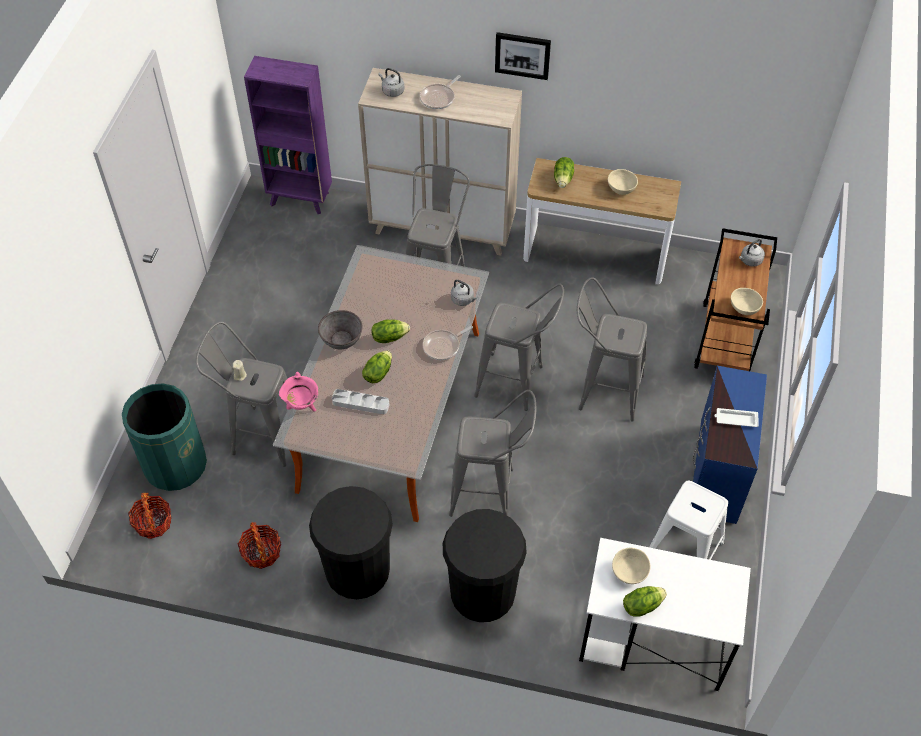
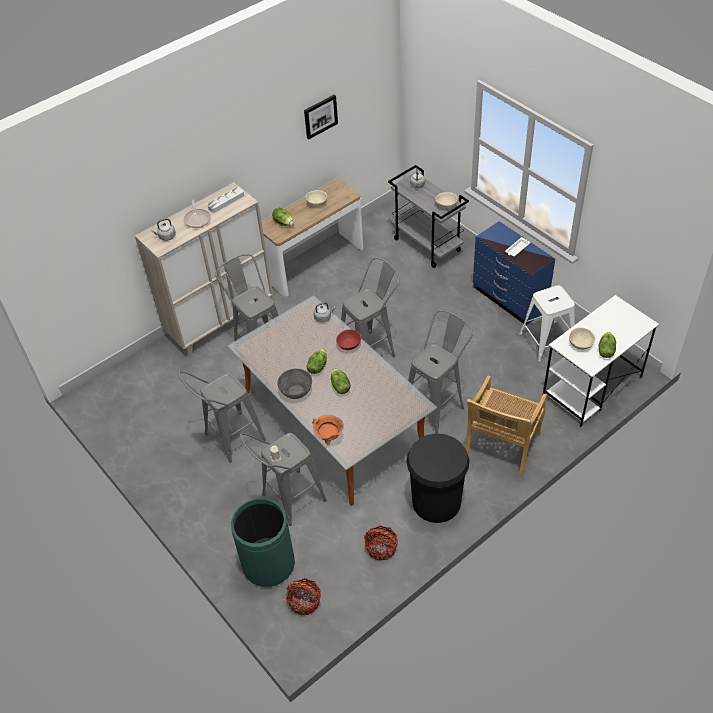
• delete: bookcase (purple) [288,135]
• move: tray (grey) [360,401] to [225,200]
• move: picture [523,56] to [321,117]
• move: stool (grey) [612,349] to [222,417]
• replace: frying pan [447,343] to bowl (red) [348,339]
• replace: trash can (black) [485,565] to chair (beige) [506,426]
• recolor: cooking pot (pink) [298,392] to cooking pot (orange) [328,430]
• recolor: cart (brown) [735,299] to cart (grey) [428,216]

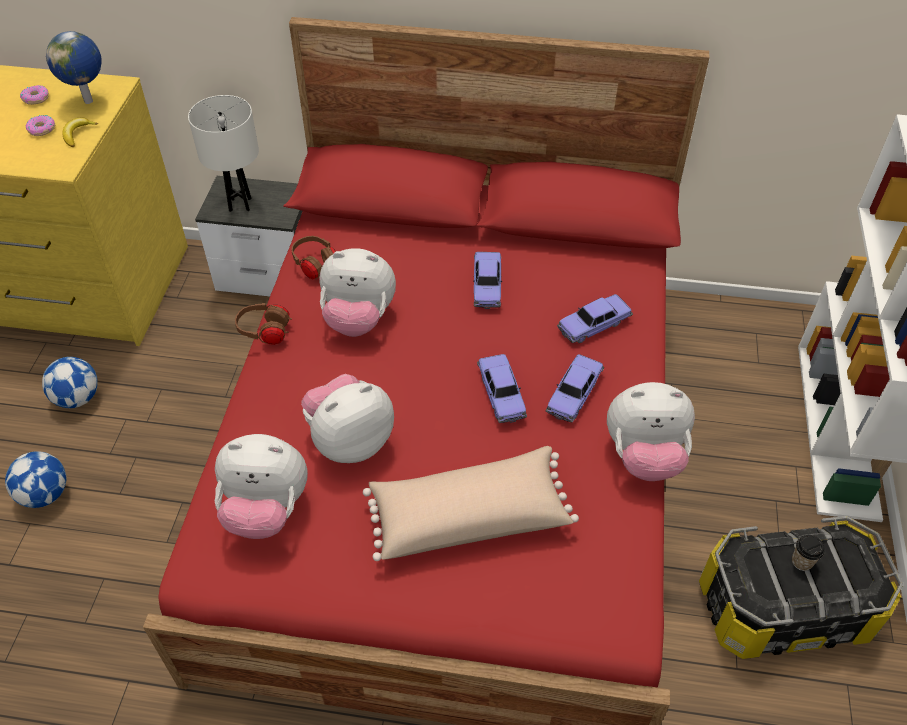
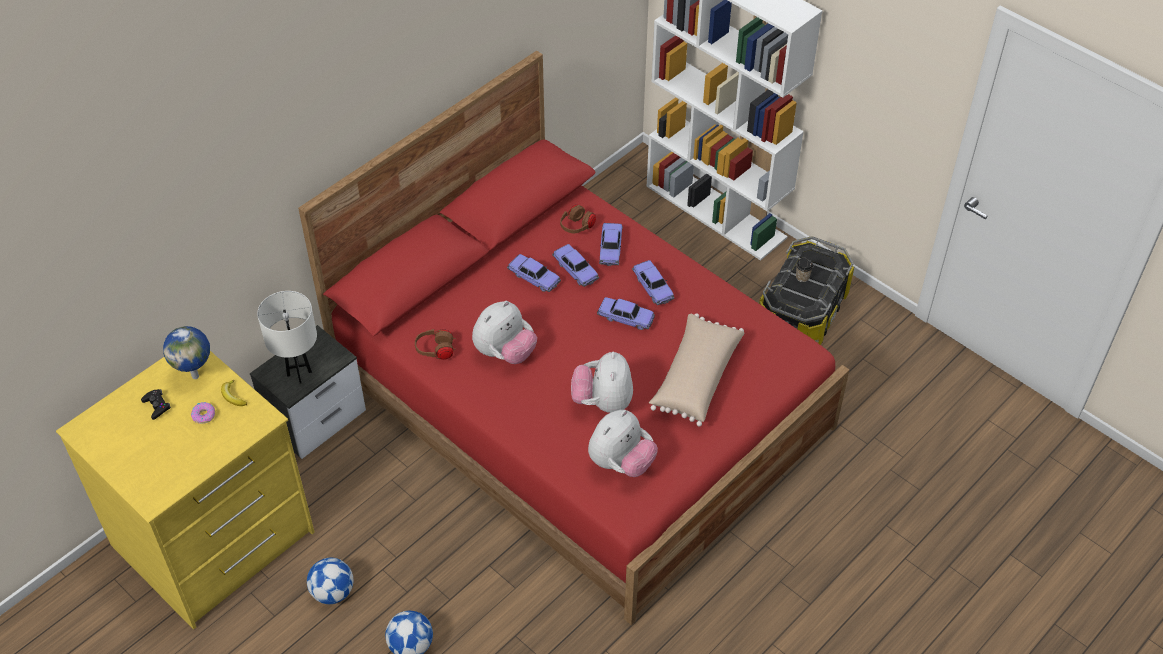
• delete: plush toy [651,431]
• insert: toy car [575,265]
• move: headphones (brown) [263,324] to [578,219]
• replace: donut [34,95] to game controller (black) [156,404]

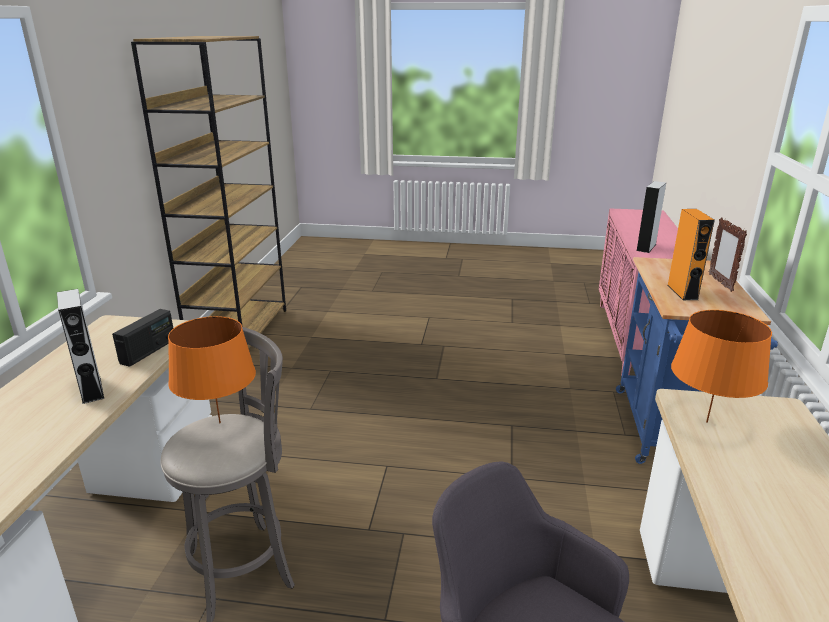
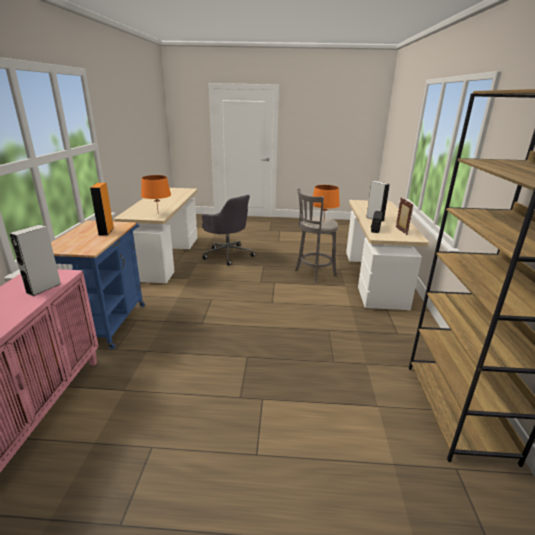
• move: picture frame [728,255] to [404,216]

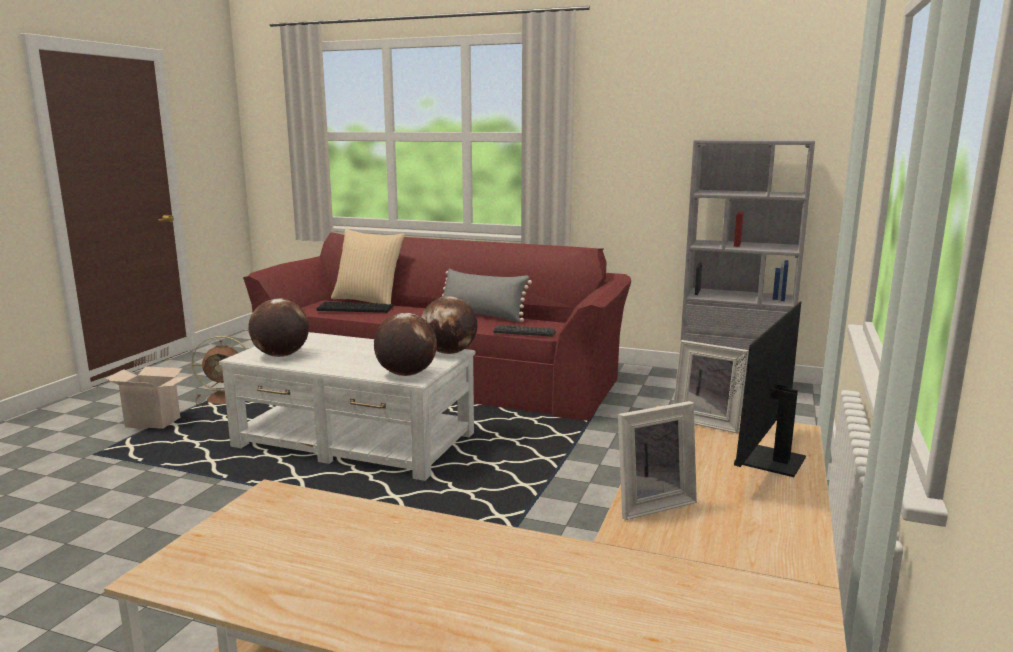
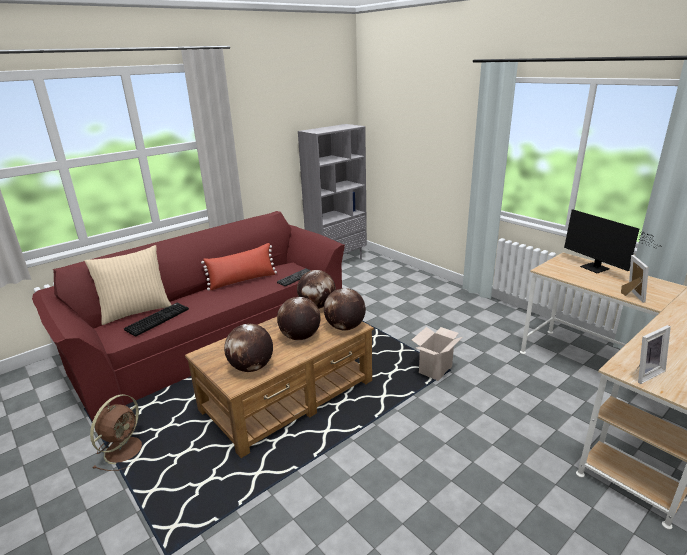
• insert: globe [298,318]
• move: cardboard box [147,397] to [437,354]
• move: picture frame [711,386] to [653,354]
• recolor: coffee table (white) [347,406] to coffee table (brown) [279,382]
• recolor: pillow (grey) [487,295] to pillow (red) [239,267]

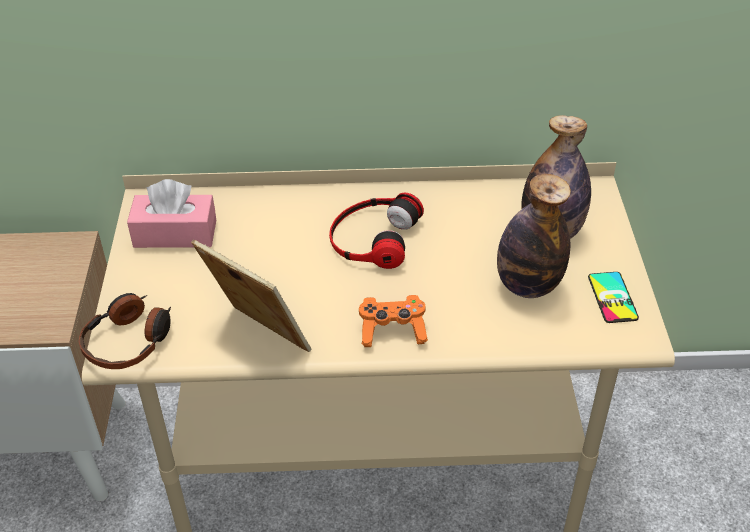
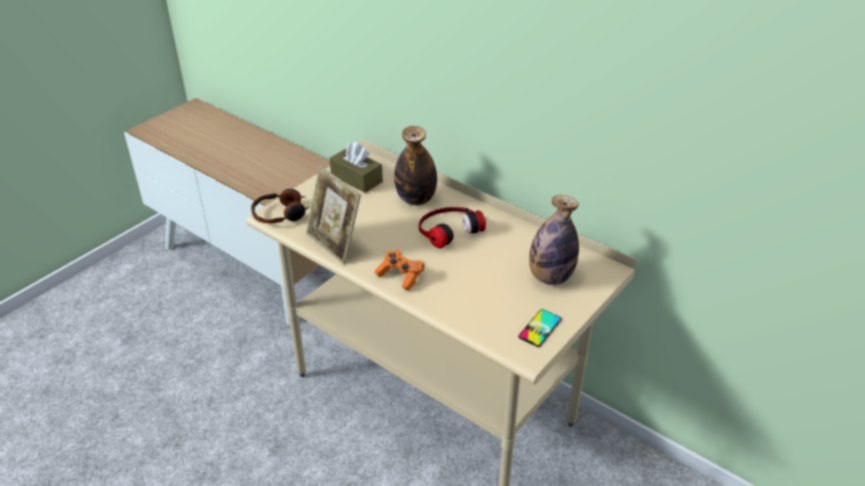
• move: bottle [534,236] to [415,165]
• recolor: tissue box (pink) [171,213] to tissue box (brown) [356,167]
• rotate: picture frame [251,295] = [333,215] 150 degrees clockwise

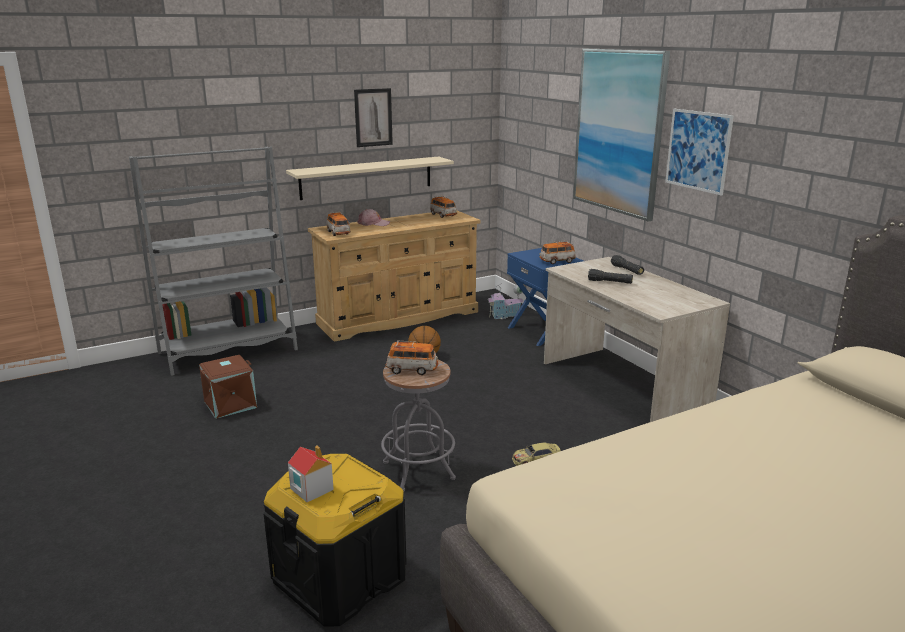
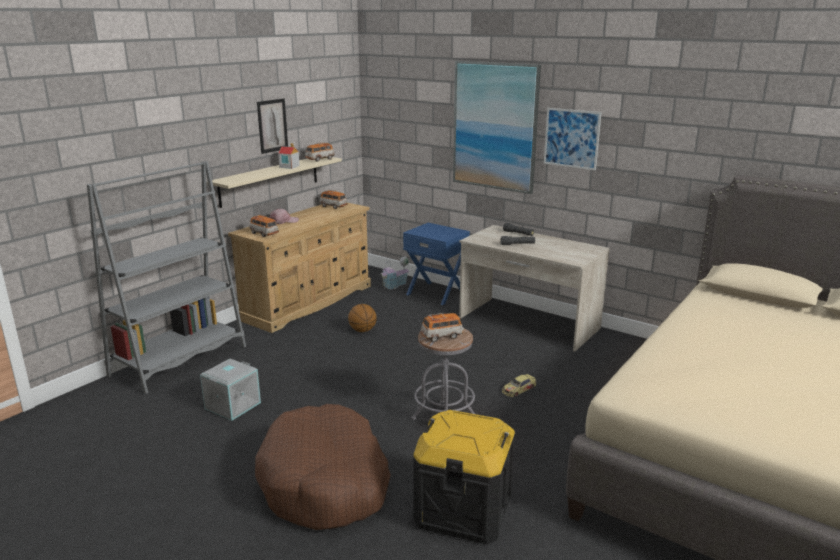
• insert: dog bed (brown) [323,467]
• move: toy house [311,474] to [289,156]
• move: toy car [557,252] to [320,152]
• recolor: storage box (brown) [228,387] to storage box (grey) [230,390]

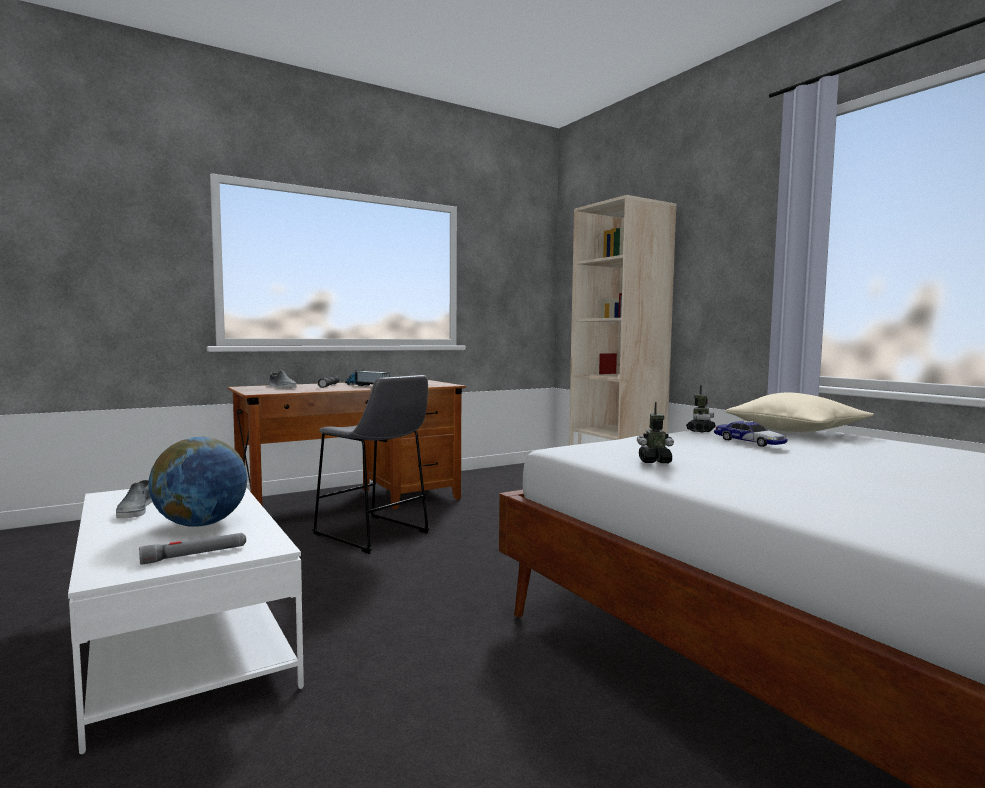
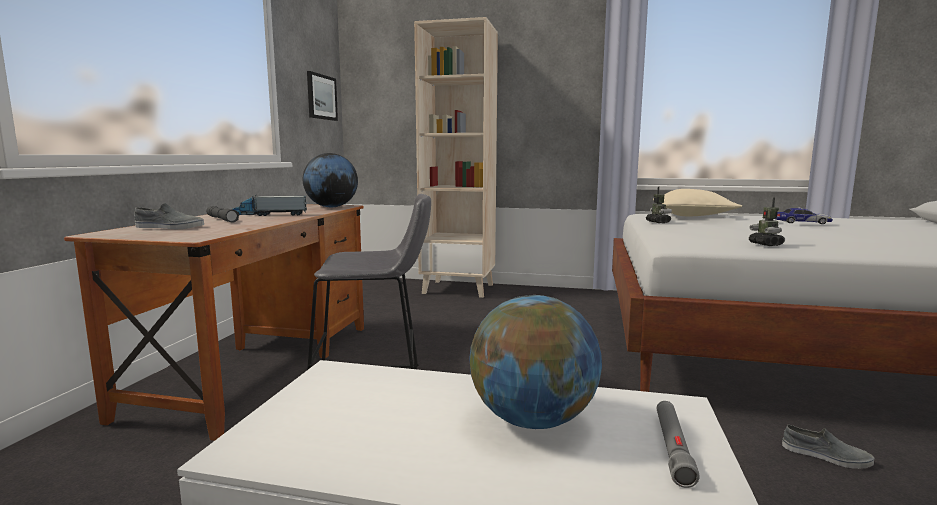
• insert: globe [330,180]
• insert: picture [322,96]
• move: shoe (grey) [134,499] to [828,447]
• move: toy car [751,434] to [804,215]
• rotate: toy robot [655,432] = [767,221] 60 degrees counterclockwise

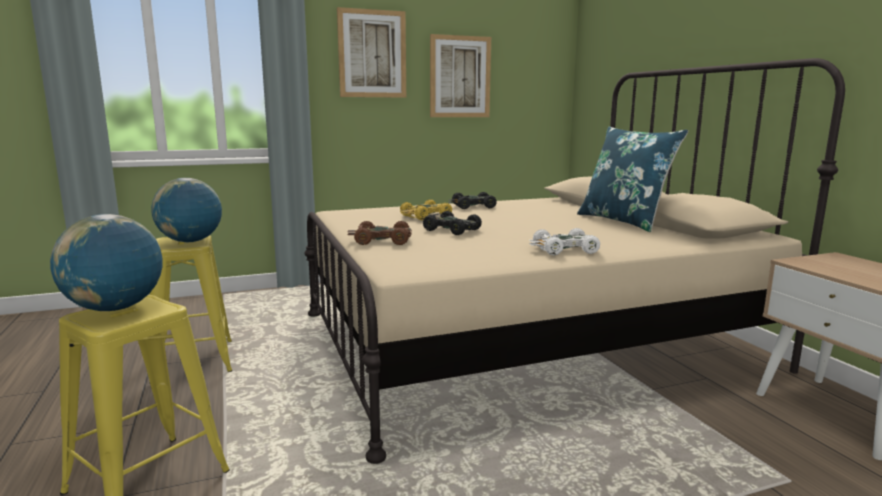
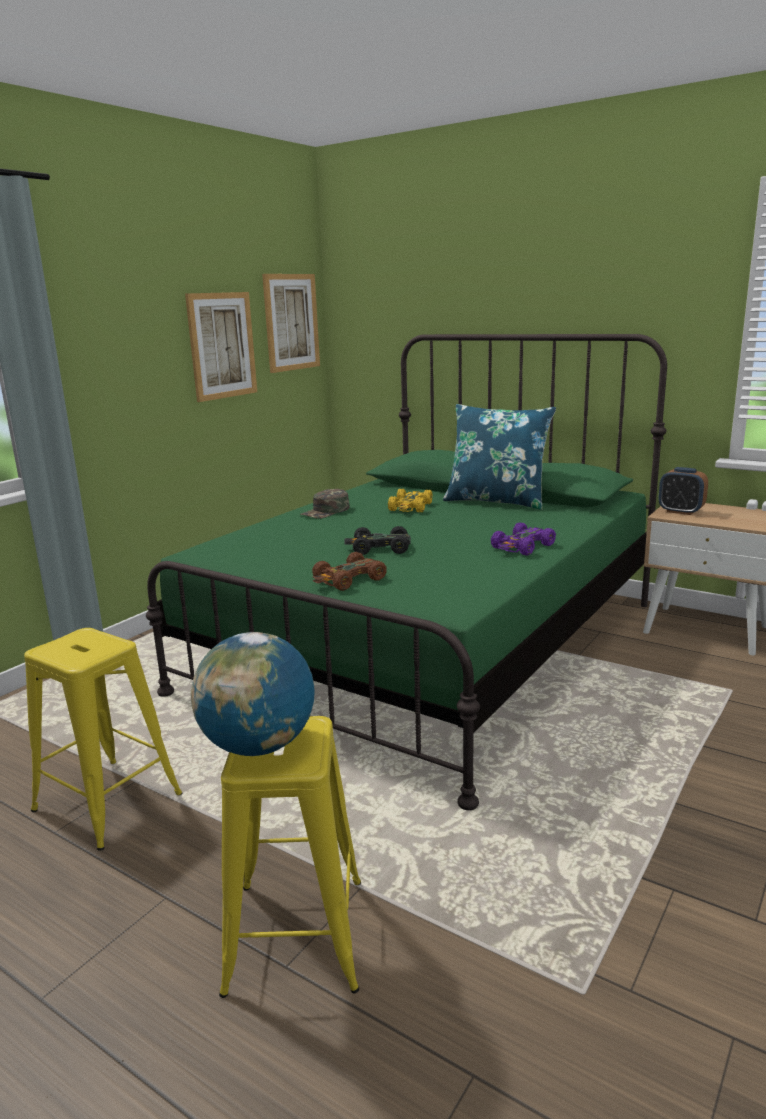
• delete: globe [186,210]
• insert: alarm clock [683,491]
• move: picture [371,52] to [291,323]
• move: toy car (yellow) [426,209] to [410,500]
• replace: toy car (black) [472,200] to cap (green) [324,504]
• recolor: bed (beige) [574,261] to bed (green) [406,572]
• recolor: toy car (white) [564,241] to toy car (purple) [523,539]

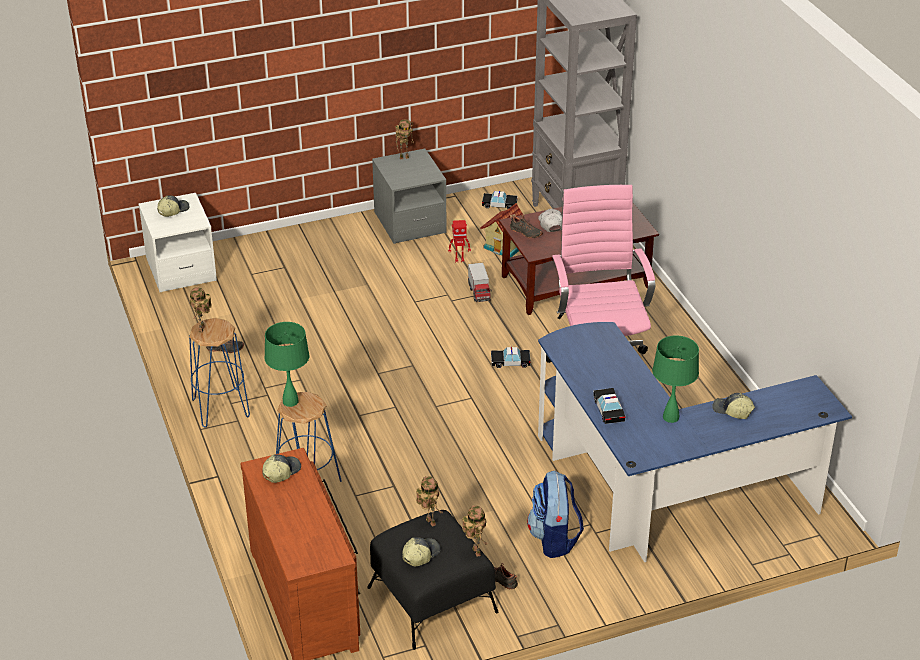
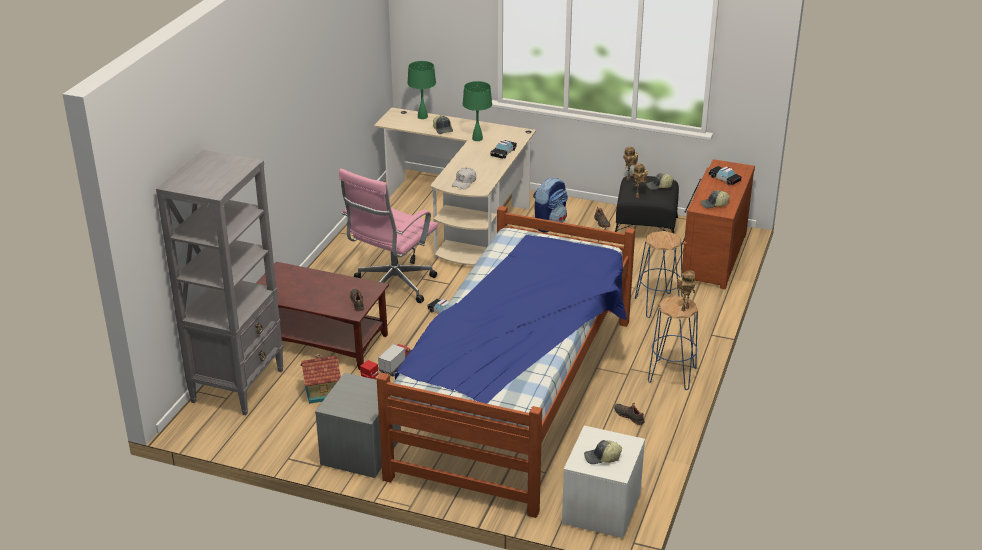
• delete: toy robot [404,139]
• insert: bed [506,362]
• move: table lamp (green) [286,364] to [421,90]
• move: toy car [500,200] to [725,175]
• move: cap (white) [550,220] to [464,178]
• recolor: desk (blue) [695,442] to desk (beige) [455,186]

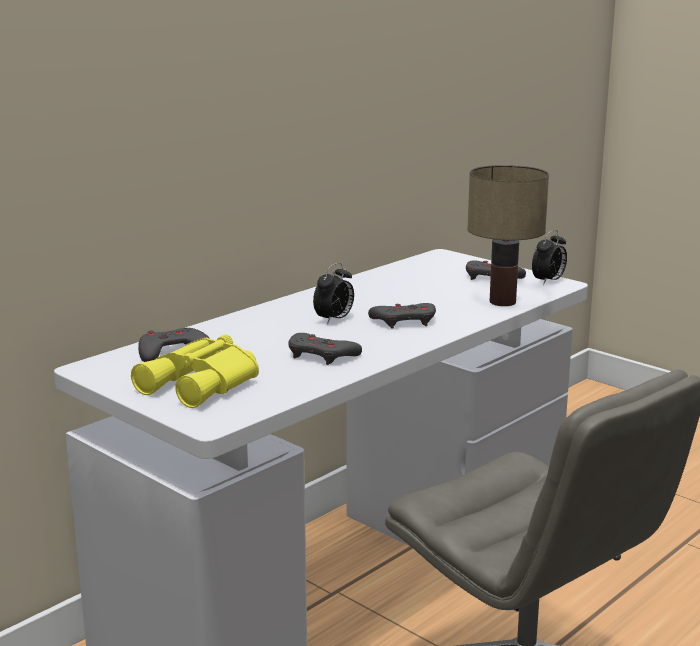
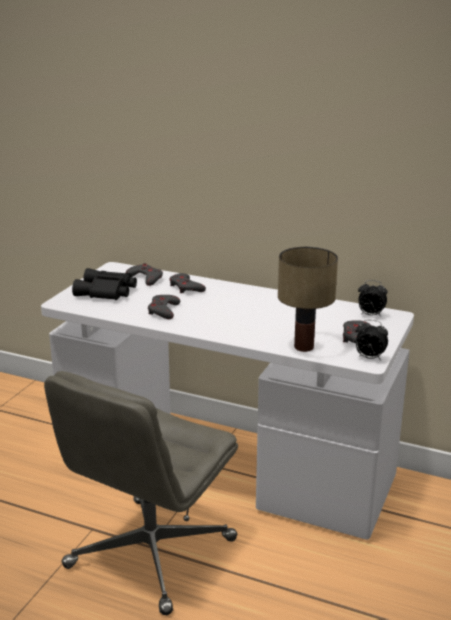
• move: alarm clock [333,294] to [372,298]
• move: game controller (grey) [402,315] to [187,283]
• recolor: binoculars (yellow) [195,371] to binoculars (black) [104,284]

